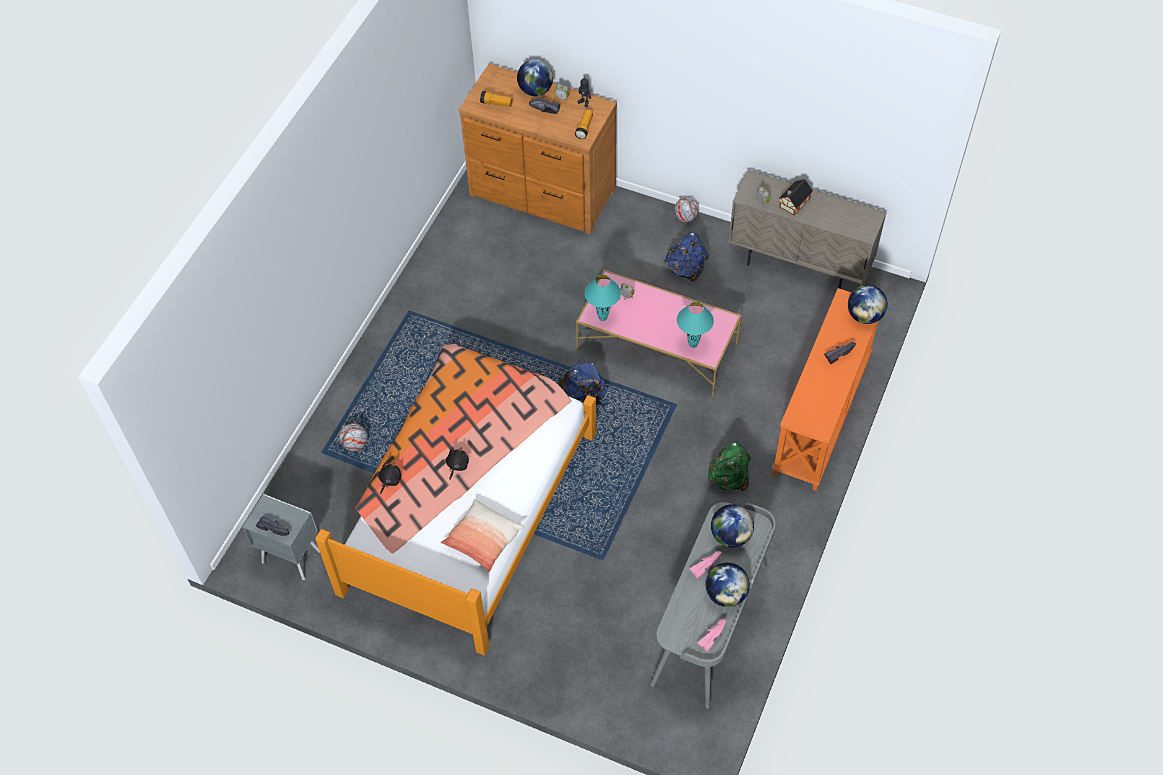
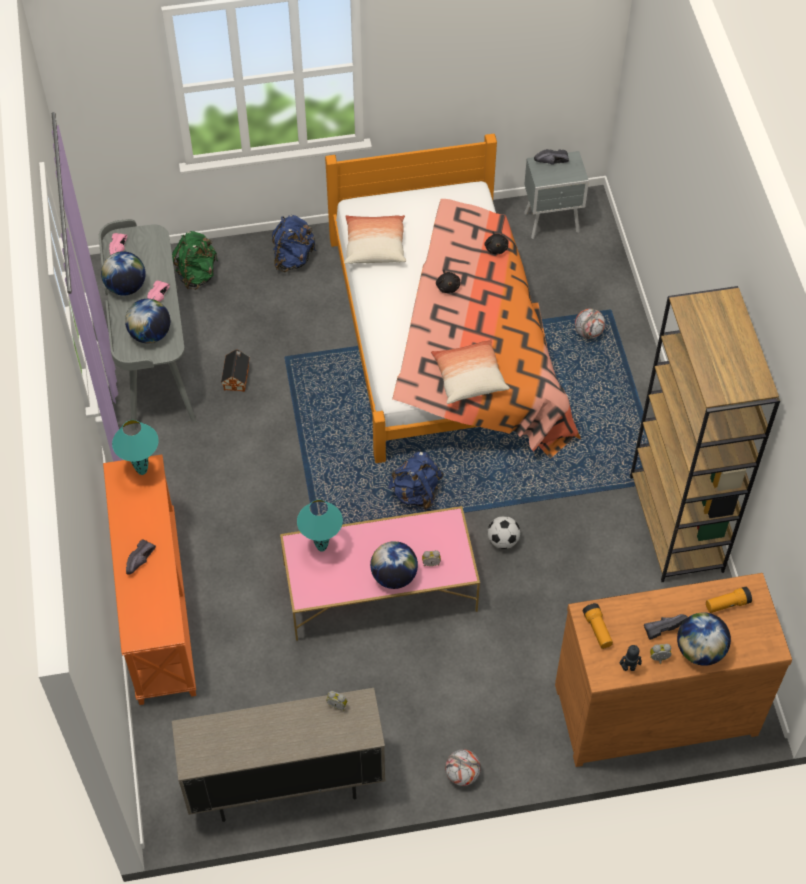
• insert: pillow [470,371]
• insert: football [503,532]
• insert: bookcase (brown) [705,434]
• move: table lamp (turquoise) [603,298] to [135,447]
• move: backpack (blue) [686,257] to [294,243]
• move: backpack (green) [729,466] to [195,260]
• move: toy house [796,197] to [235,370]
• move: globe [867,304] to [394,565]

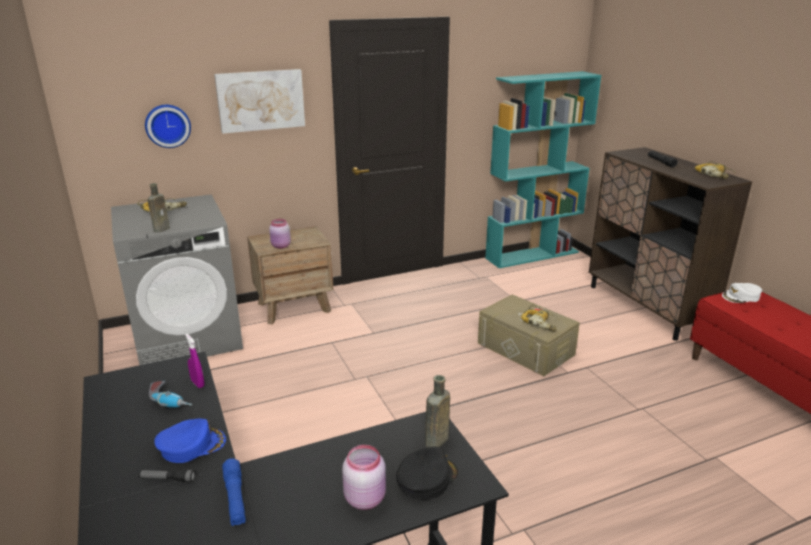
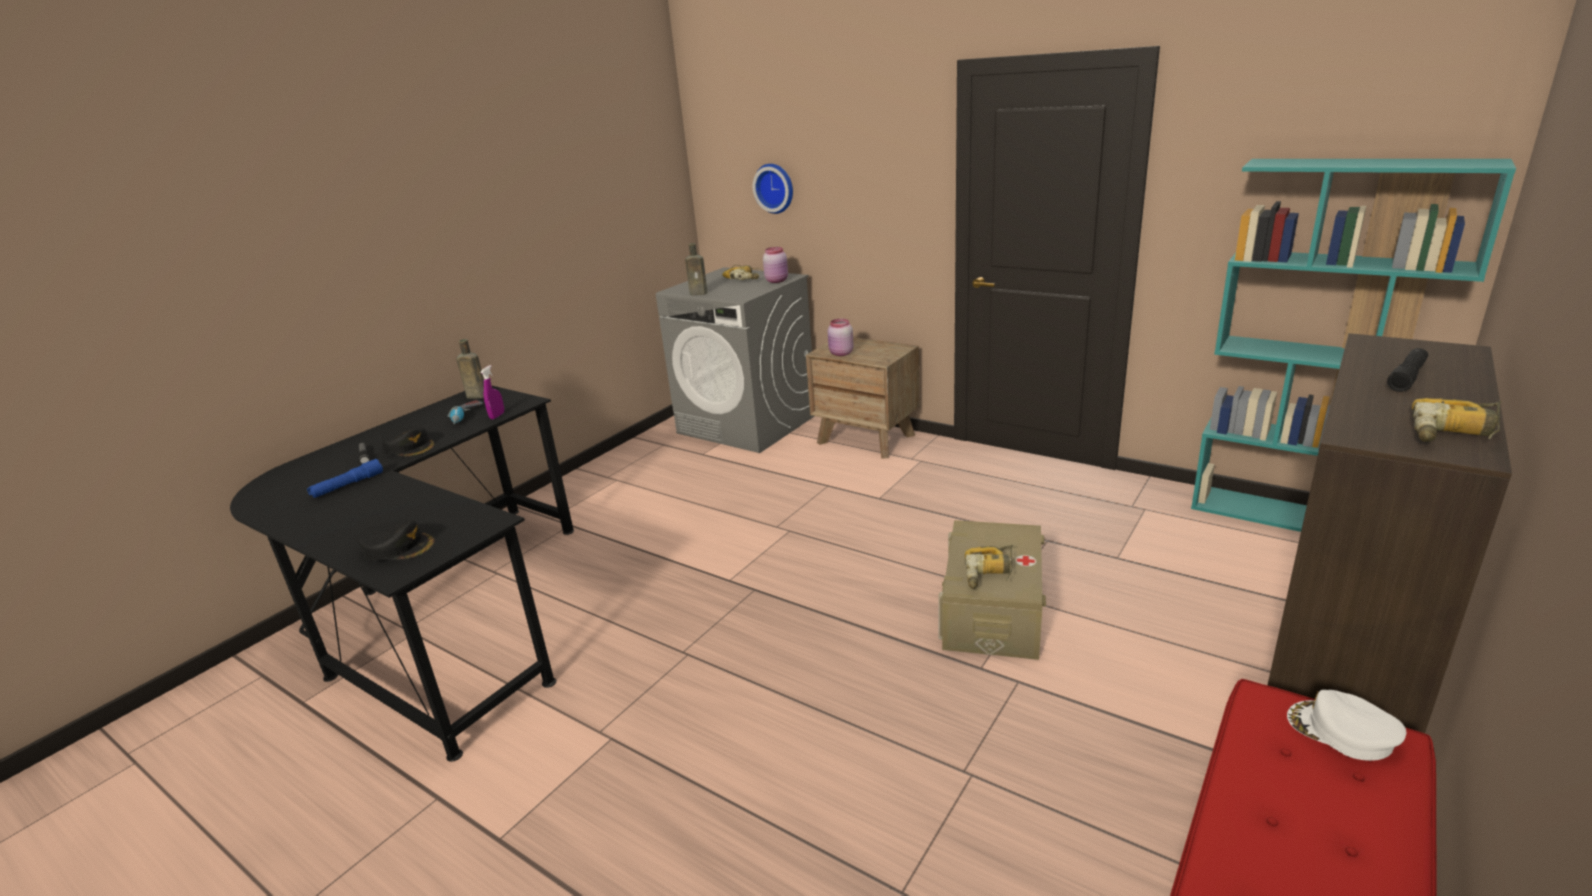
• delete: picture [259,101]
• move: jar (pink) [364,477] to [775,265]
• move: bottle (brown) [437,411] to [470,369]
• recolor: cap (blue) [190,440] to cap (black) [408,441]

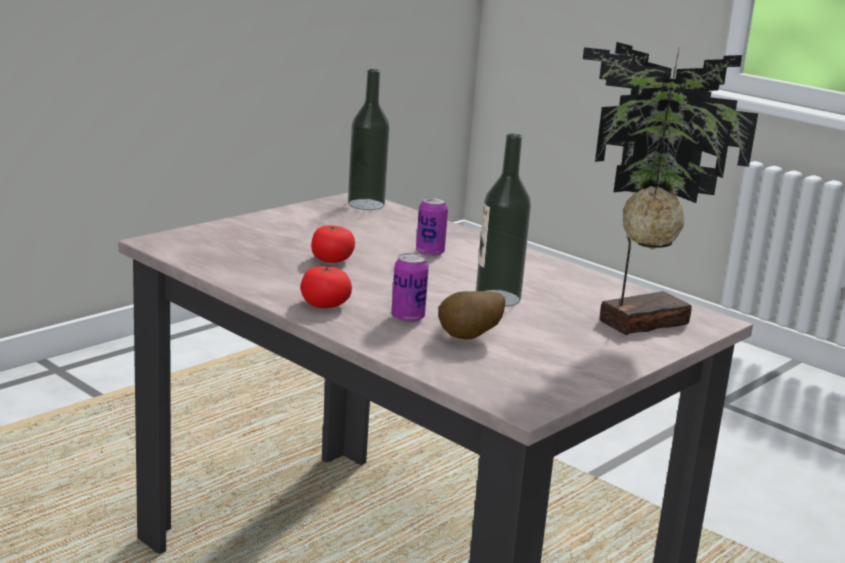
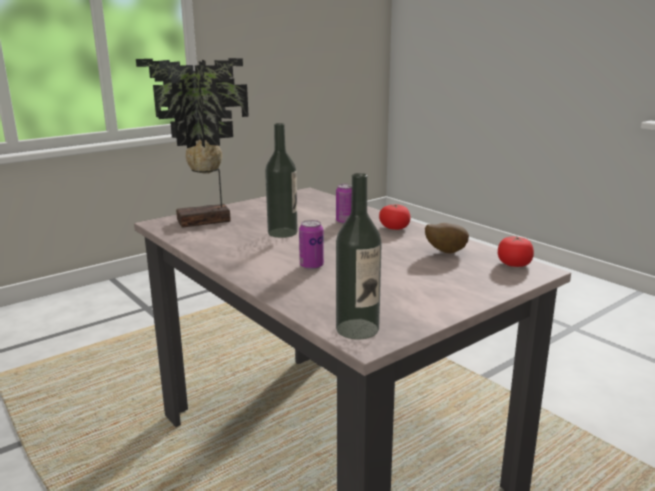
• move: tomato [333,244] to [516,251]
• move: potato [472,315] to [447,238]

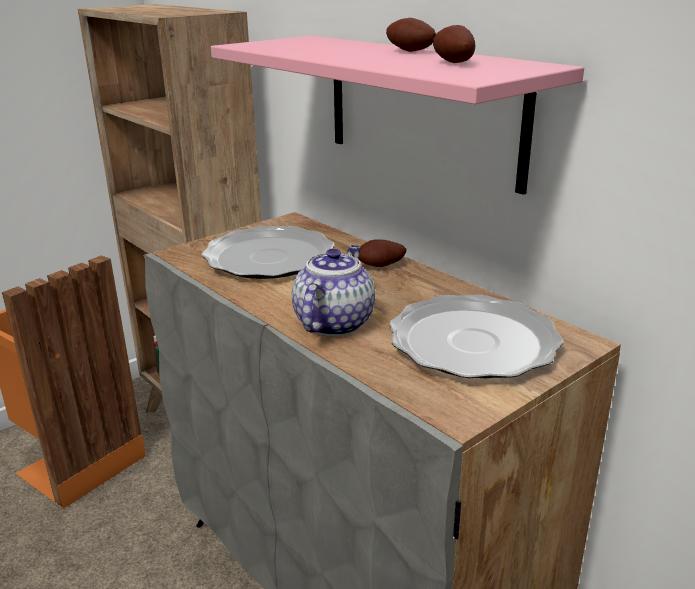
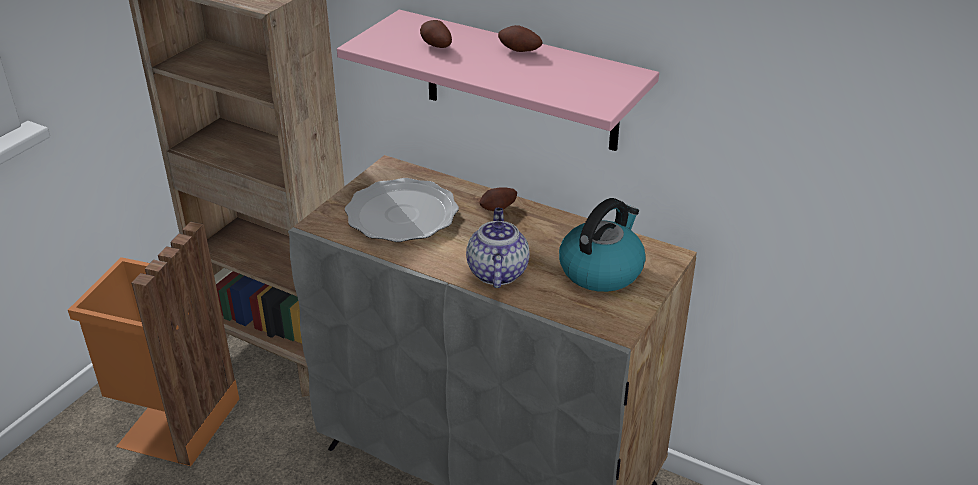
• move: potato [454,44] to [436,34]
• replace: plate [476,336] to kettle [602,245]

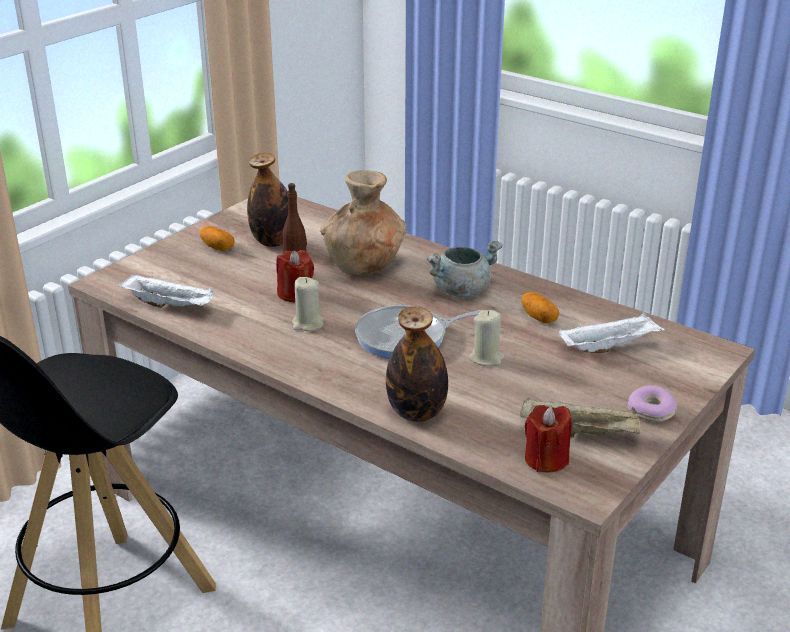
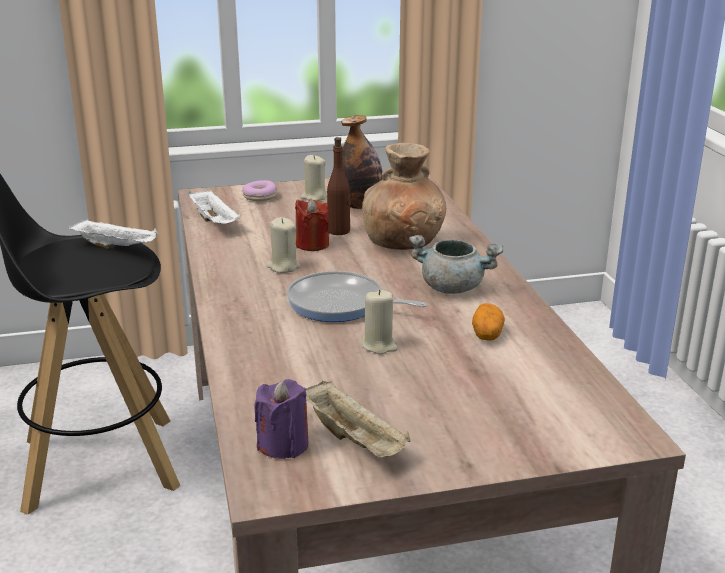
• delete: bottle [417,364]
• move: tray (white) [612,332] to [113,234]
• move: donut [652,403] to [259,190]
• replace: potato [217,238] to candle (beige) [313,178]
• recolor: candle (red) [548,438] to candle (purple) [281,419]

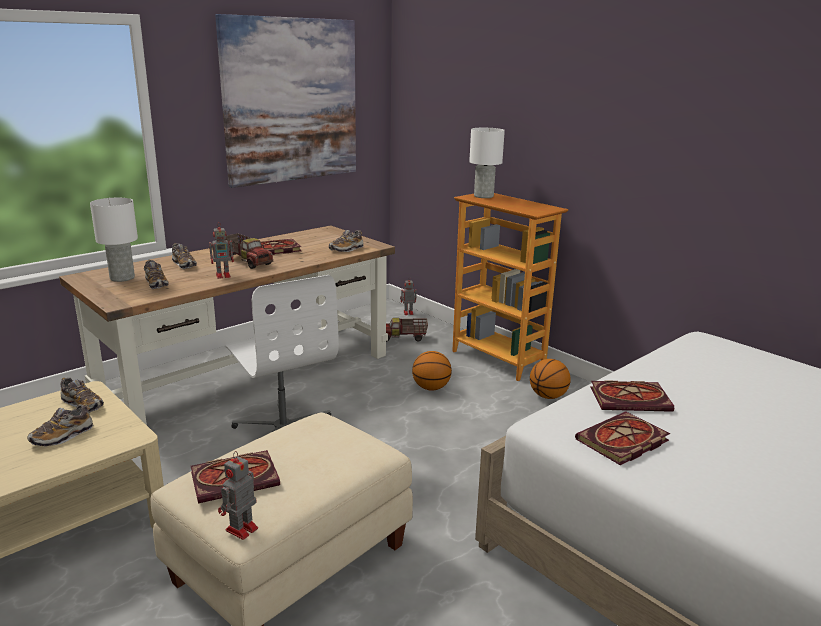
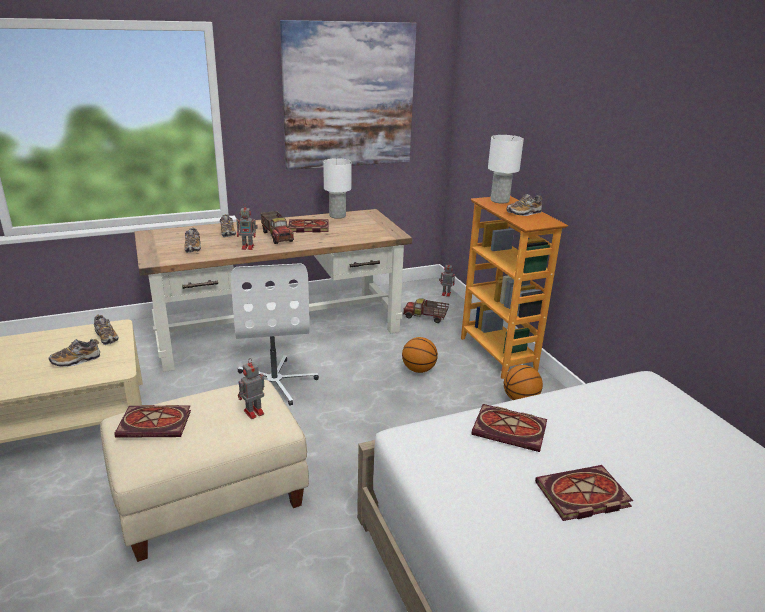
• move: table lamp (white) [114,240] to [337,188]
• move: toy robot [238,495] to [251,388]
• move: shoe [346,241] to [524,205]
• move: book [622,438] to [584,493]

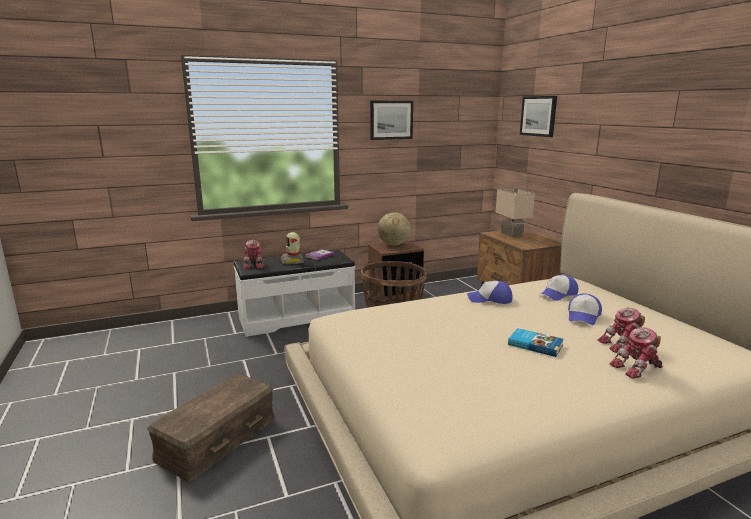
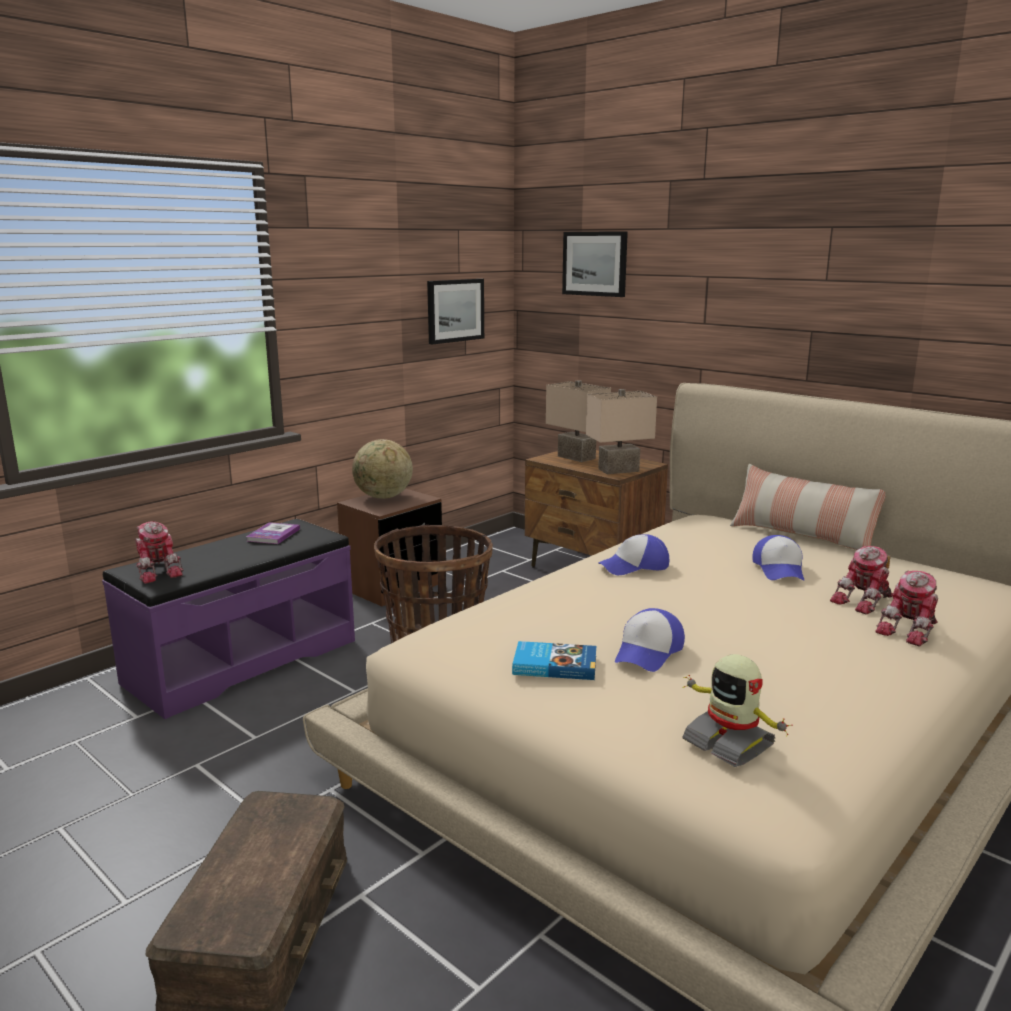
• insert: table lamp (beige) [621,431]
• insert: pillow [808,507]
• move: toy robot [292,248] to [737,710]
• move: picture [391,120] to [455,311]
• move: book [536,342] to [554,660]
• move: cap [558,288] to [650,640]
• recolor: bench (white) [294,293] to bench (purple) [228,619]

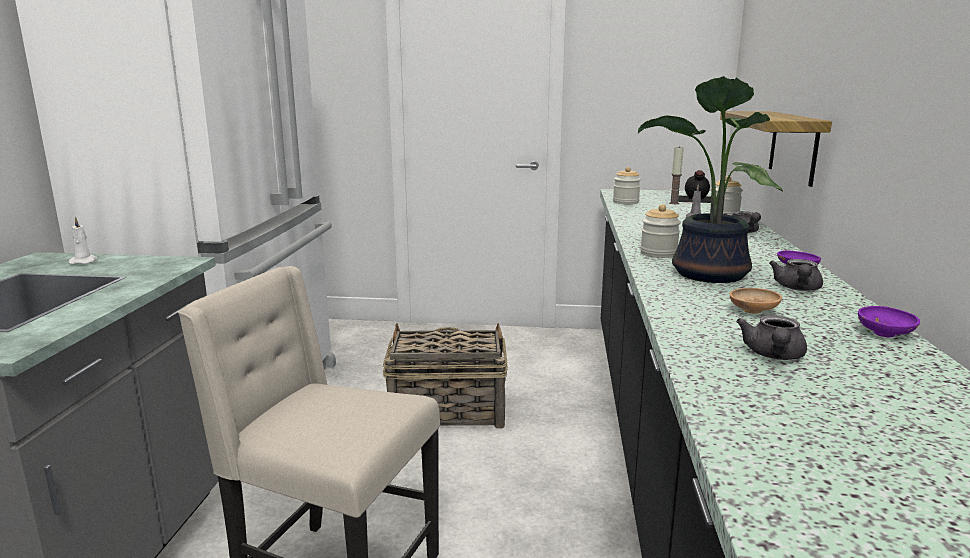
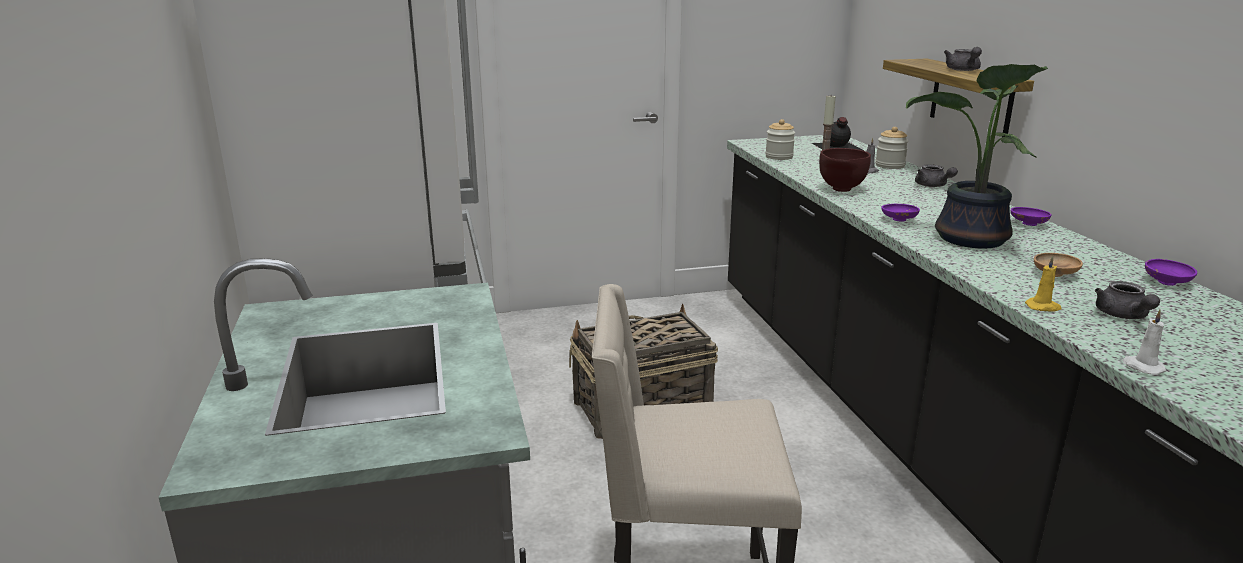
• insert: bowl (brown) [845,170]
• insert: candle (yellow) [1043,284]
• move: candle (white) [83,240] to [1144,342]
• move: teapot (grey) [796,275] to [963,59]
• replace: jar [660,231] to bowl (purple) [900,212]

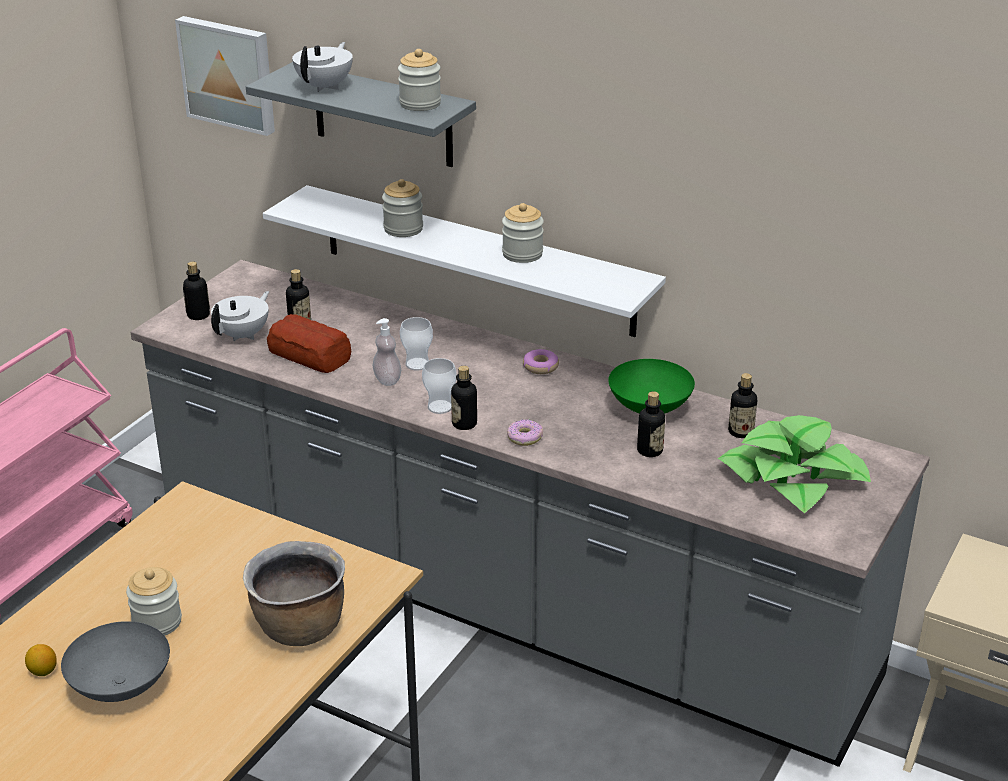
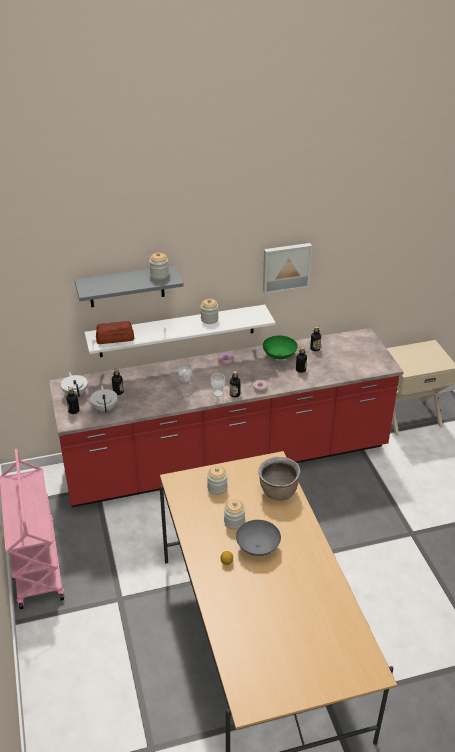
• delete: potted plant [794,464]
• move: picture [225,76] to [287,268]
• move: bread [309,343] to [115,332]
• move: teapot (white) [322,67] to [74,384]
• move: jar [402,208] to [217,480]
• recolor: counter (grey) [530,513] to counter (red) [226,417]

